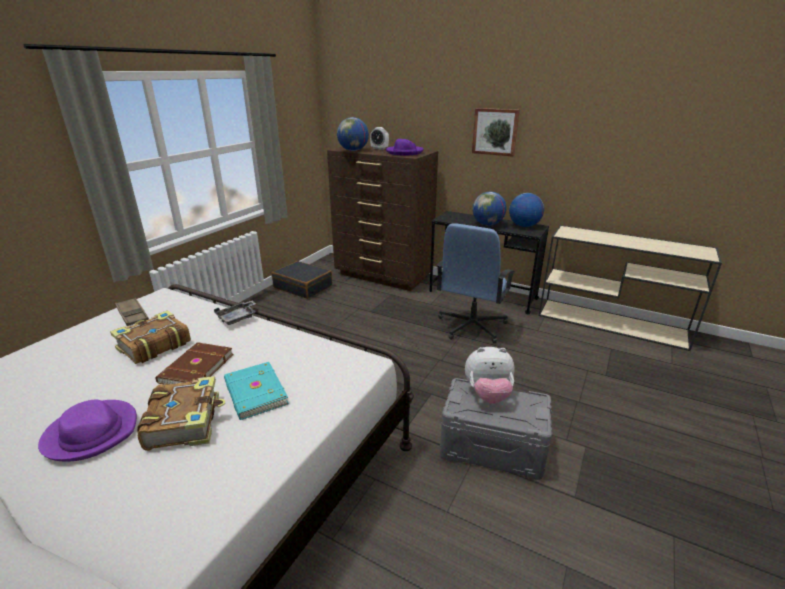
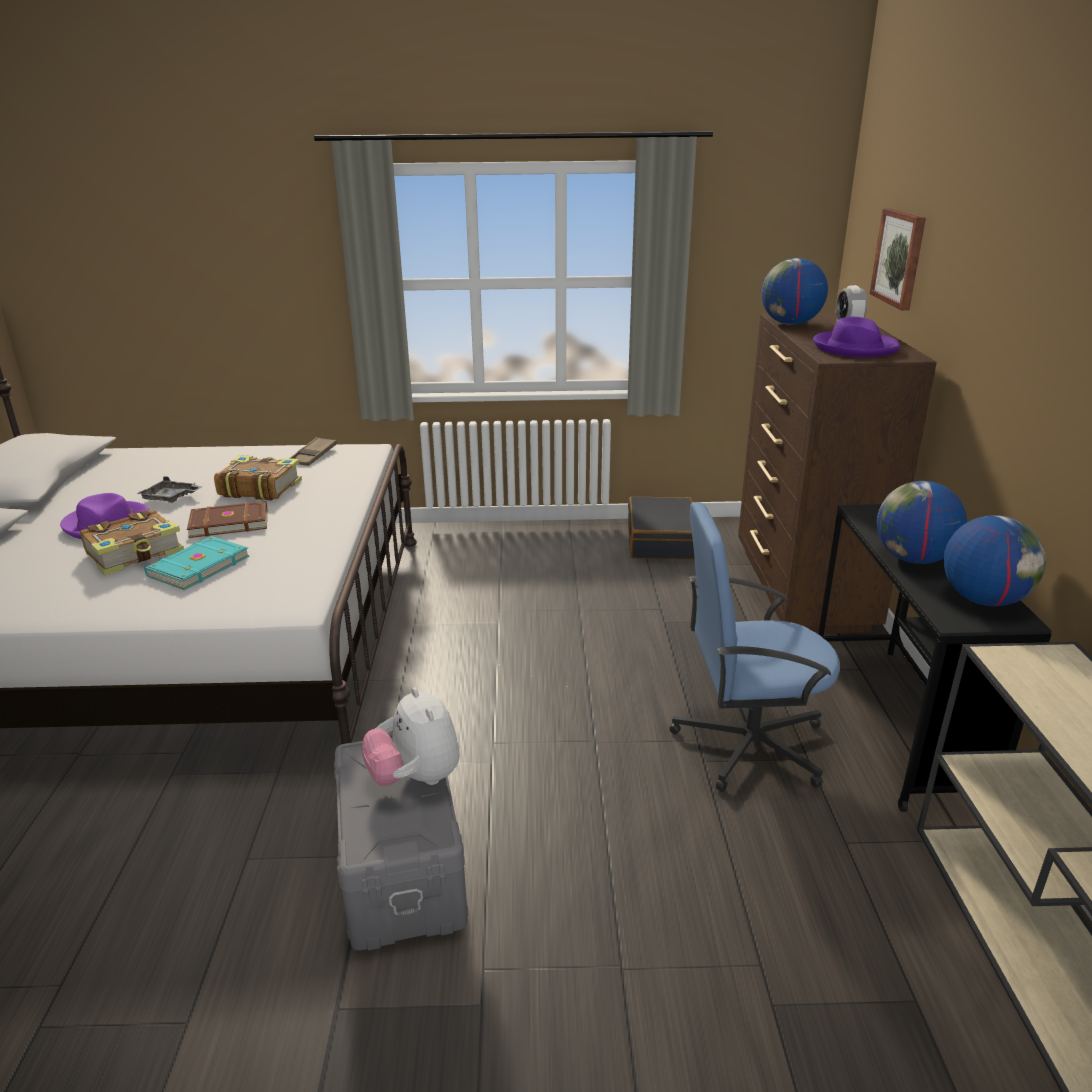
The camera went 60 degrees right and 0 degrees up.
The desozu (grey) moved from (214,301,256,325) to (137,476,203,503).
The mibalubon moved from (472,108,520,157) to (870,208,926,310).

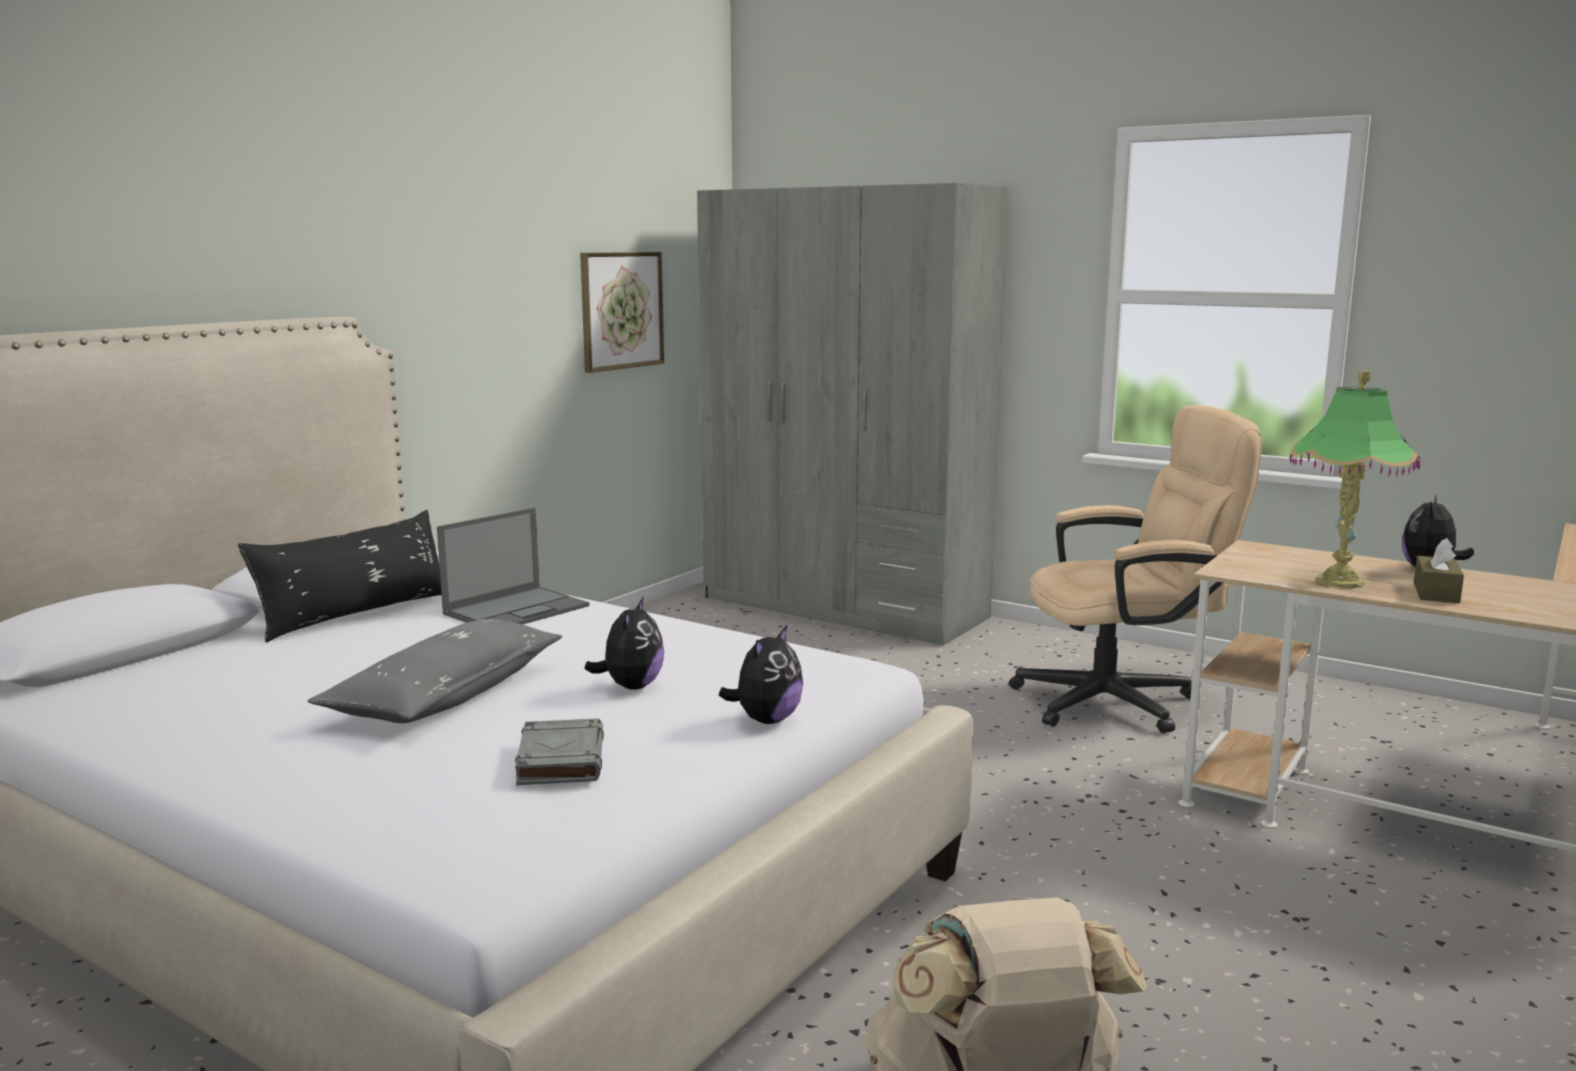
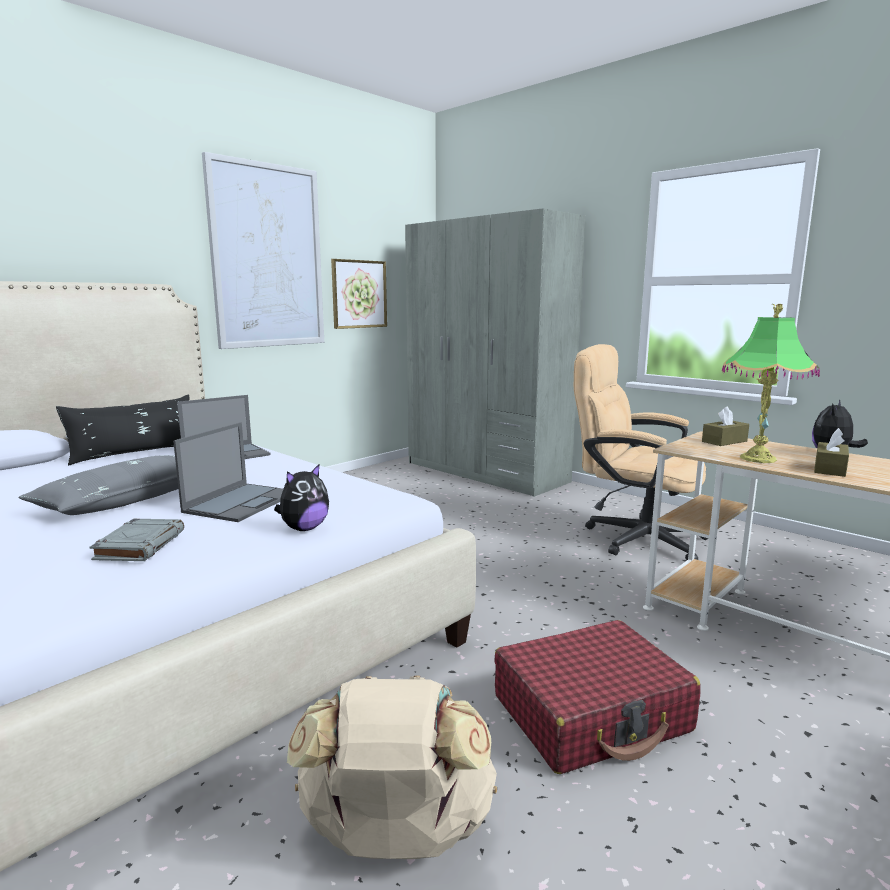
The camera went 10 degrees right and 0 degrees up.
The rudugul at (584,596,664,690) was replaced by the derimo at (173,422,283,522).
The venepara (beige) at (1009,405,1262,733) turned 150 degrees counterclockwise.
The mibalubon at (202,152,324,349) appeared.
The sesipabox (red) at (494,620,700,774) appeared.
The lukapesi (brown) at (702,406,749,446) appeared.

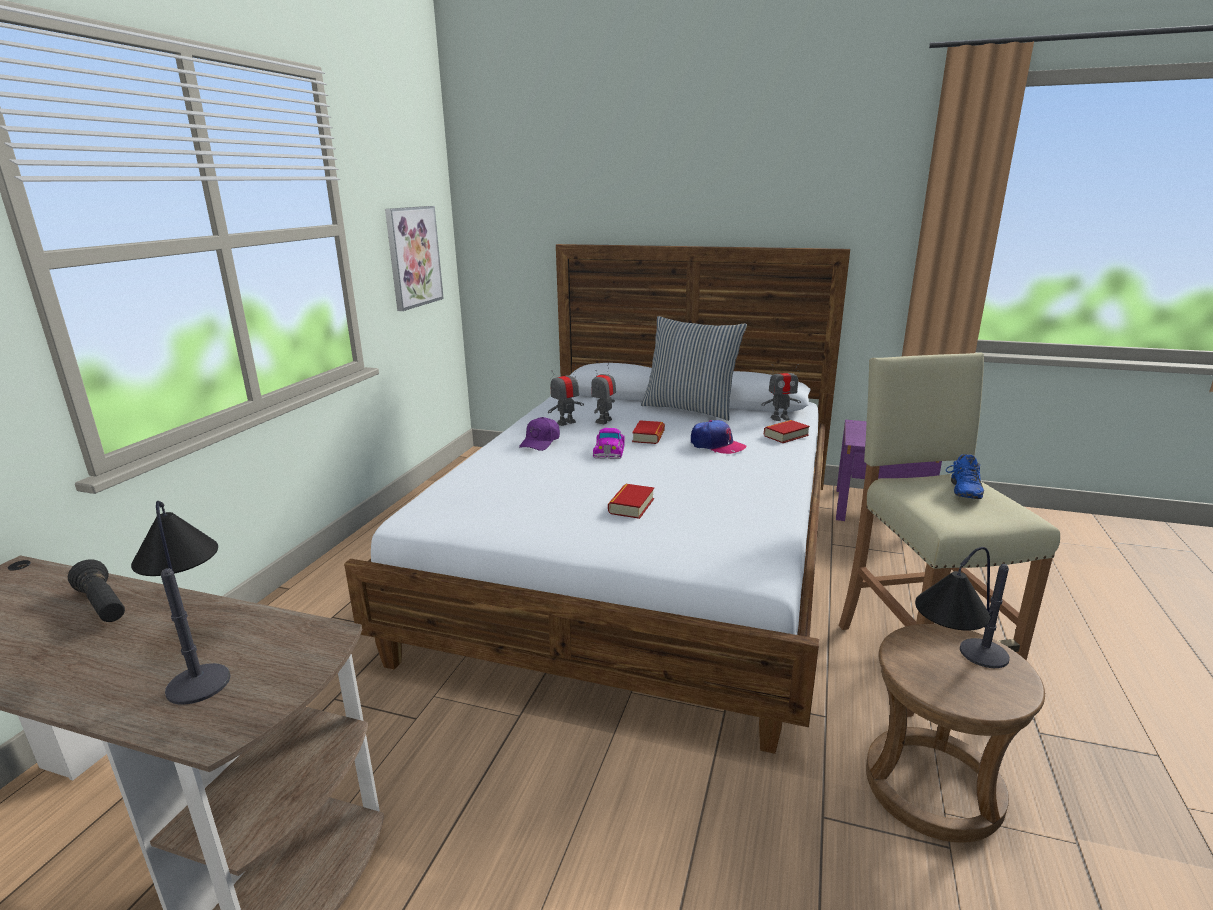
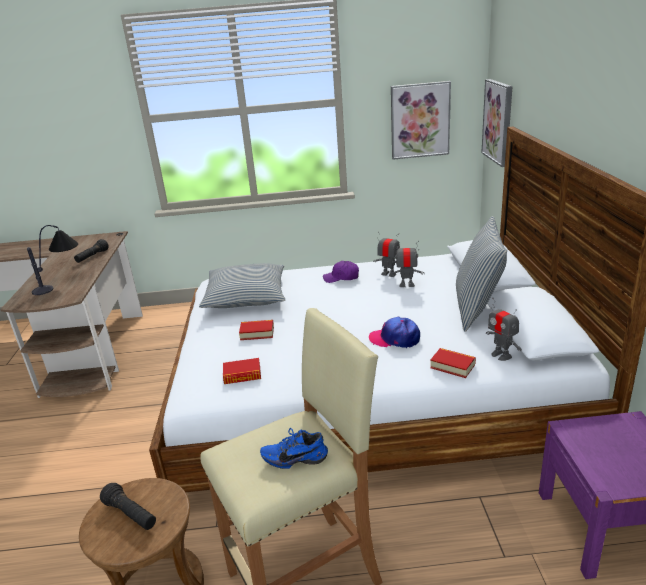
The camera went 70 degrees right and 5 degrees up.
The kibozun at (593,428,624,459) disappeared.
The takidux moved from (632,420,665,444) to (223,358,261,384).
The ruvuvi at (691,420,747,454) turned 90 degrees clockwise.
The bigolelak at (915,547,1010,668) was replaced by the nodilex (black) at (100,483,156,530).
The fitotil at (199,263,285,308) appeared.
The mibalubon at (481,79,513,167) appeared.

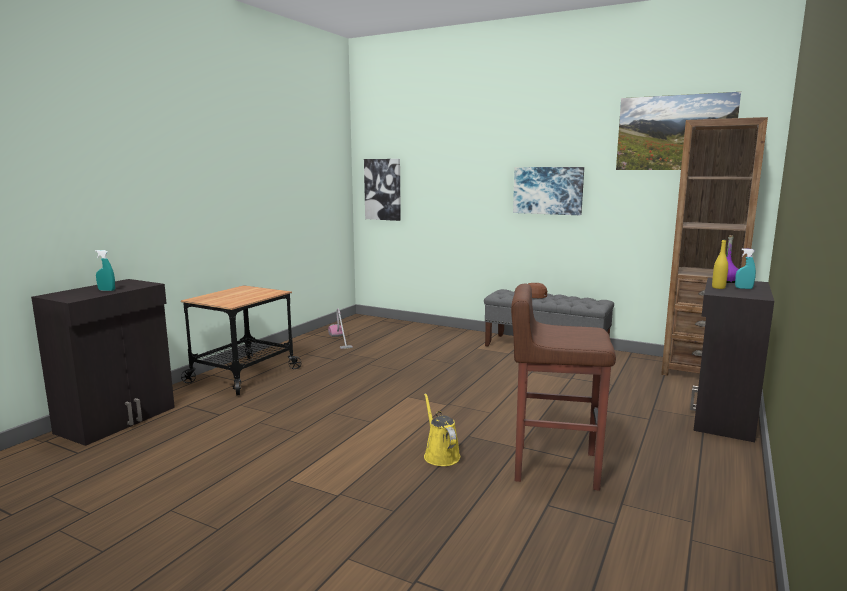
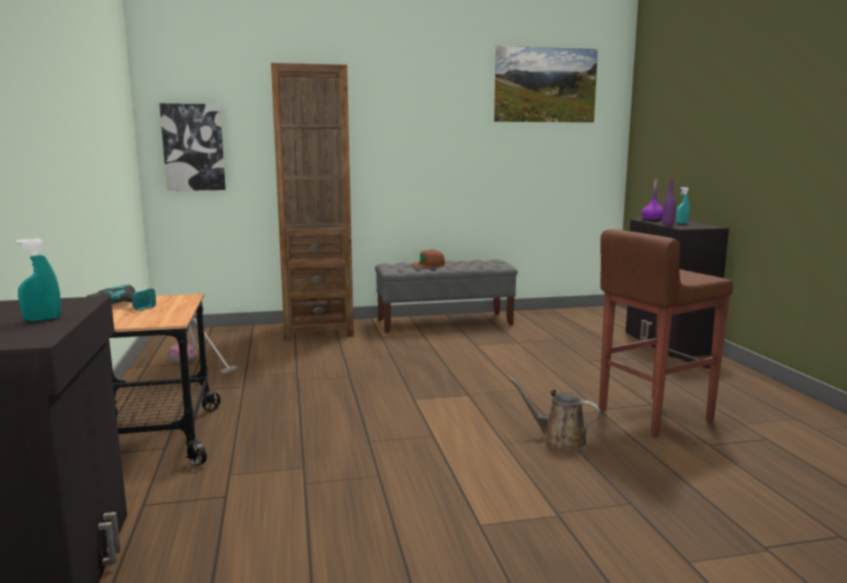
The camera went 40 degrees left and 0 degrees up.
The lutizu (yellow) at (424,393,461,466) became the lutizu (brown) at (509,377,601,451).
The mibalubon at (513,167,584,215) disappeared.
The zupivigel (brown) moved from (661,117,768,376) to (271,63,354,340).
The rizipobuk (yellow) at (712,239,728,289) became the rizipobuk (purple) at (662,179,676,225).
The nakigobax at (87,284,156,311) appeared.

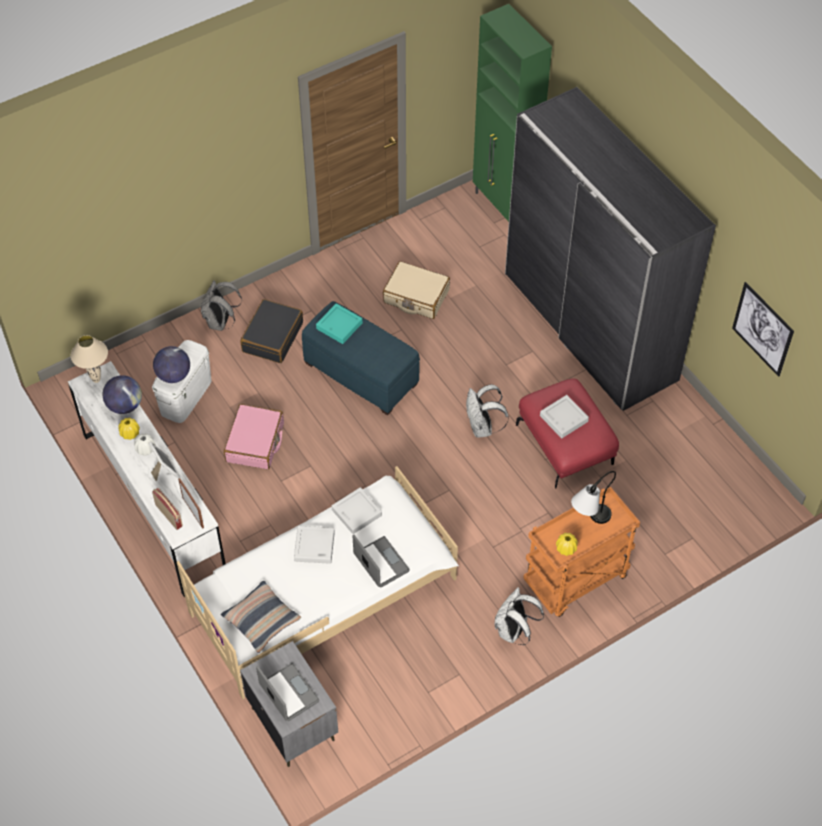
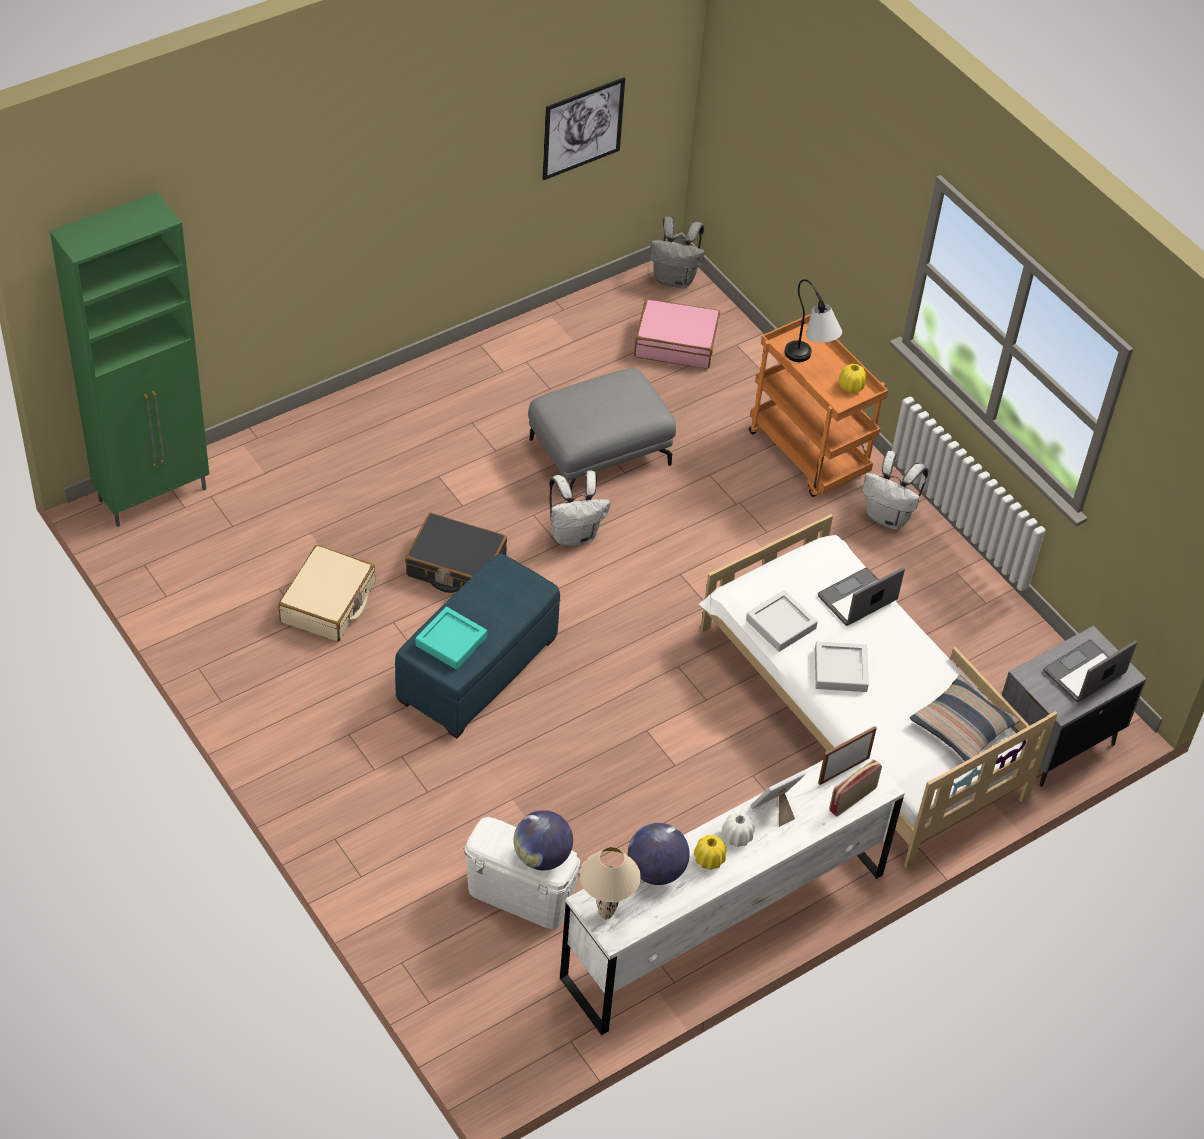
The camera went 95 degrees left and 5 degrees down.
The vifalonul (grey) moved from (201,280,242,331) to (649,217,704,288).
The sesipabox (pink) moved from (224,404,284,469) to (634,299,720,369).
The sesipabox (black) moved from (241,299,303,363) to (405,513,507,593).
The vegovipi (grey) at (505,87,716,411) disappeared.
The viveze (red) at (516,378,619,488) became the viveze (grey) at (528,368,676,490).
The desozu (grey) at (540,395,589,438) disappeared.

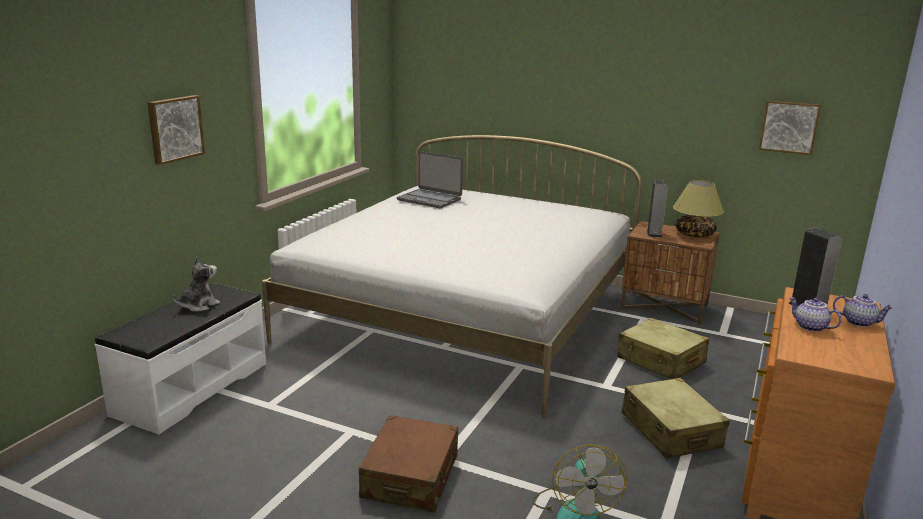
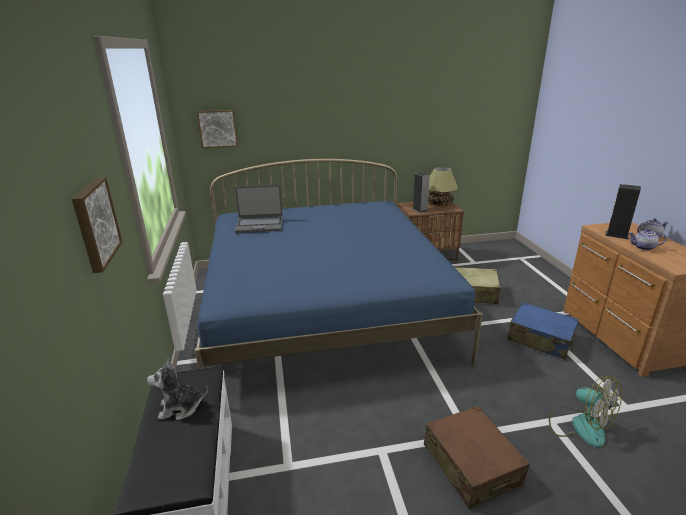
The camera went 35 degrees left and 5 degrees up.
The rudugul at (173,257,220,312) turned 105 degrees counterclockwise.
The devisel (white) at (262,135,642,418) became the devisel (blue) at (195,159,483,369).
The sesipabox (beige) at (622,378,730,459) became the sesipabox (blue) at (507,302,579,360).
The mibalubon moved from (759,100,821,155) to (197,110,238,148).

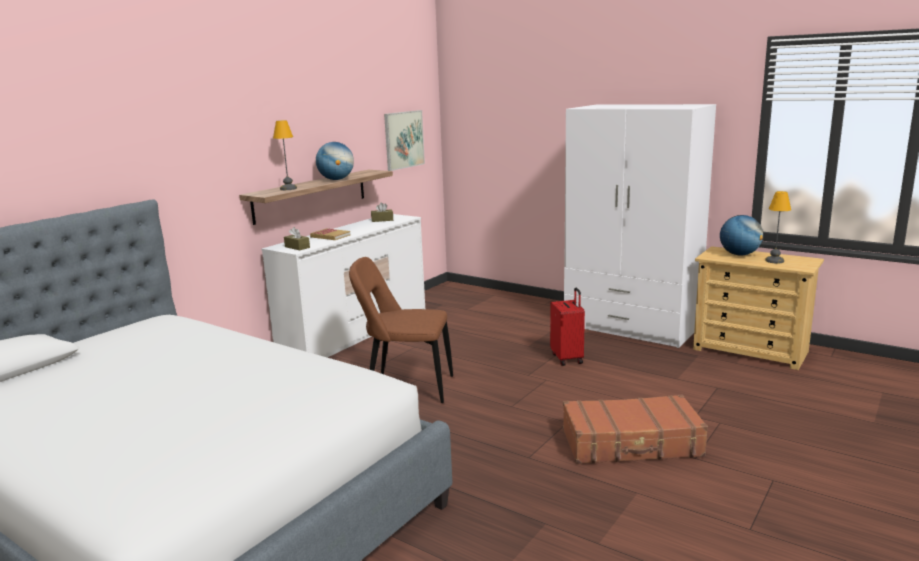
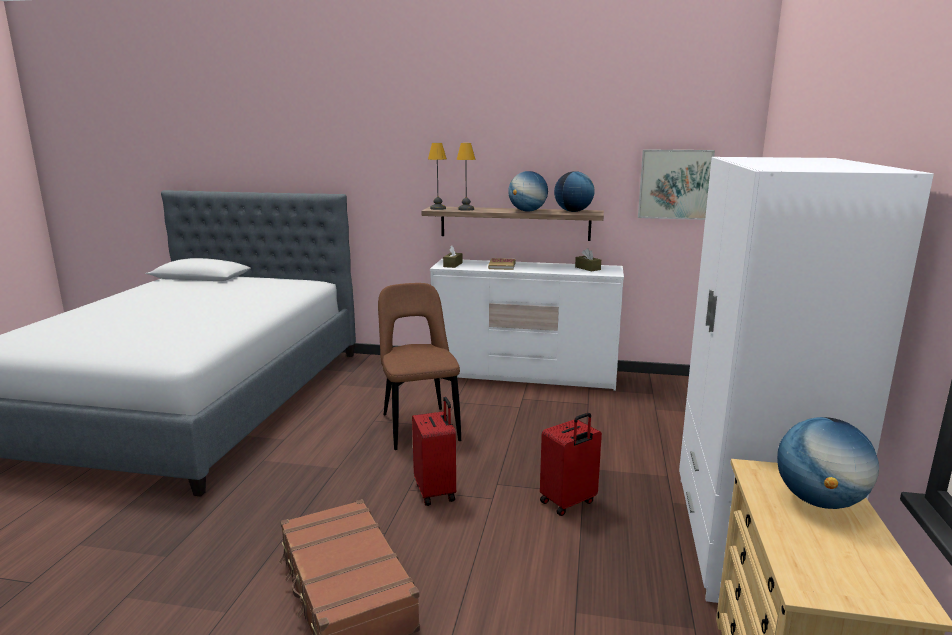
The camera went 65 degrees right and 0 degrees up.
The bigolelak moved from (765,191,791,264) to (428,143,447,210).
The sesipabox (red) at (412,397,456,506) appeared.
The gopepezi at (554,171,595,212) appeared.

